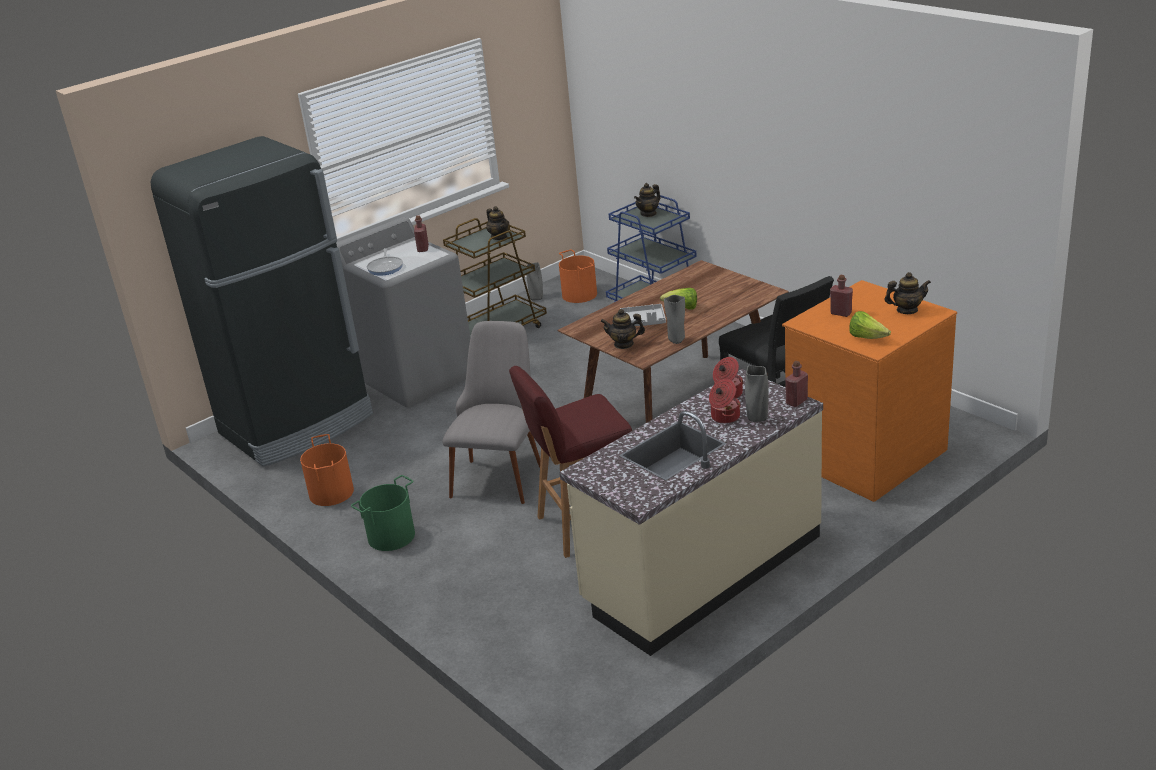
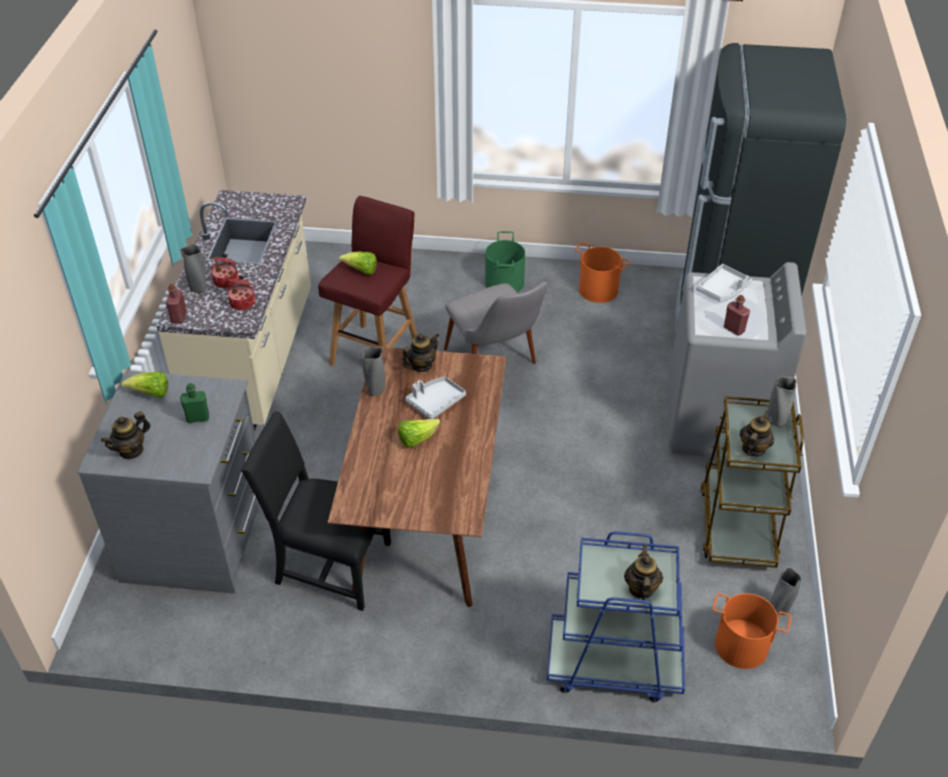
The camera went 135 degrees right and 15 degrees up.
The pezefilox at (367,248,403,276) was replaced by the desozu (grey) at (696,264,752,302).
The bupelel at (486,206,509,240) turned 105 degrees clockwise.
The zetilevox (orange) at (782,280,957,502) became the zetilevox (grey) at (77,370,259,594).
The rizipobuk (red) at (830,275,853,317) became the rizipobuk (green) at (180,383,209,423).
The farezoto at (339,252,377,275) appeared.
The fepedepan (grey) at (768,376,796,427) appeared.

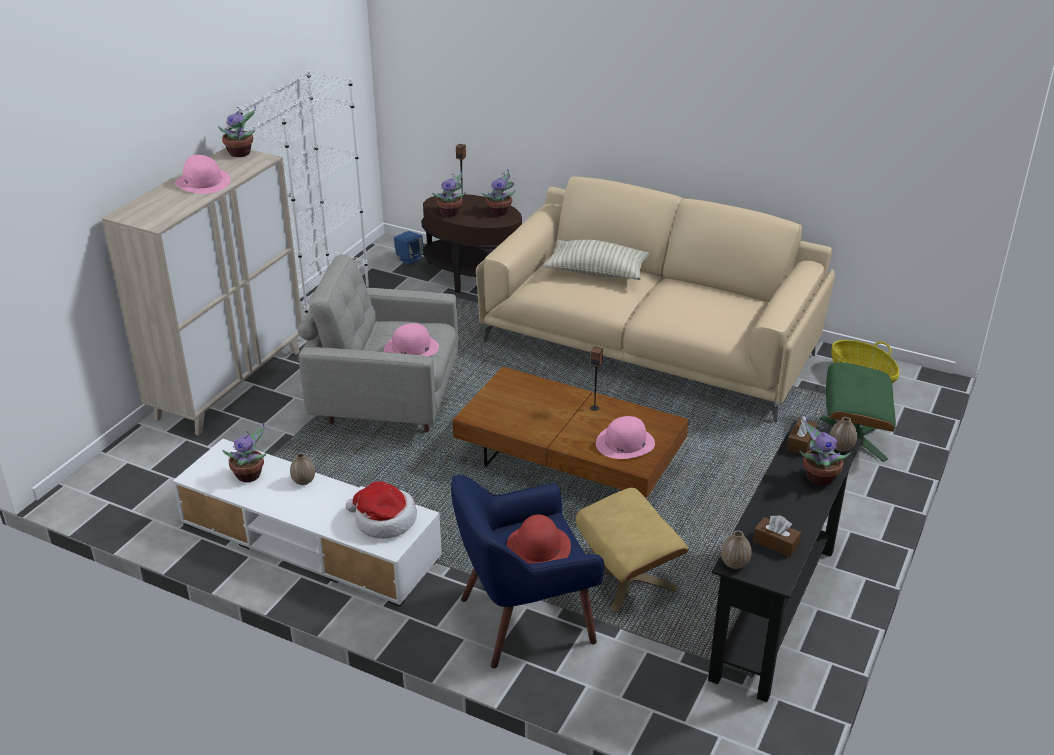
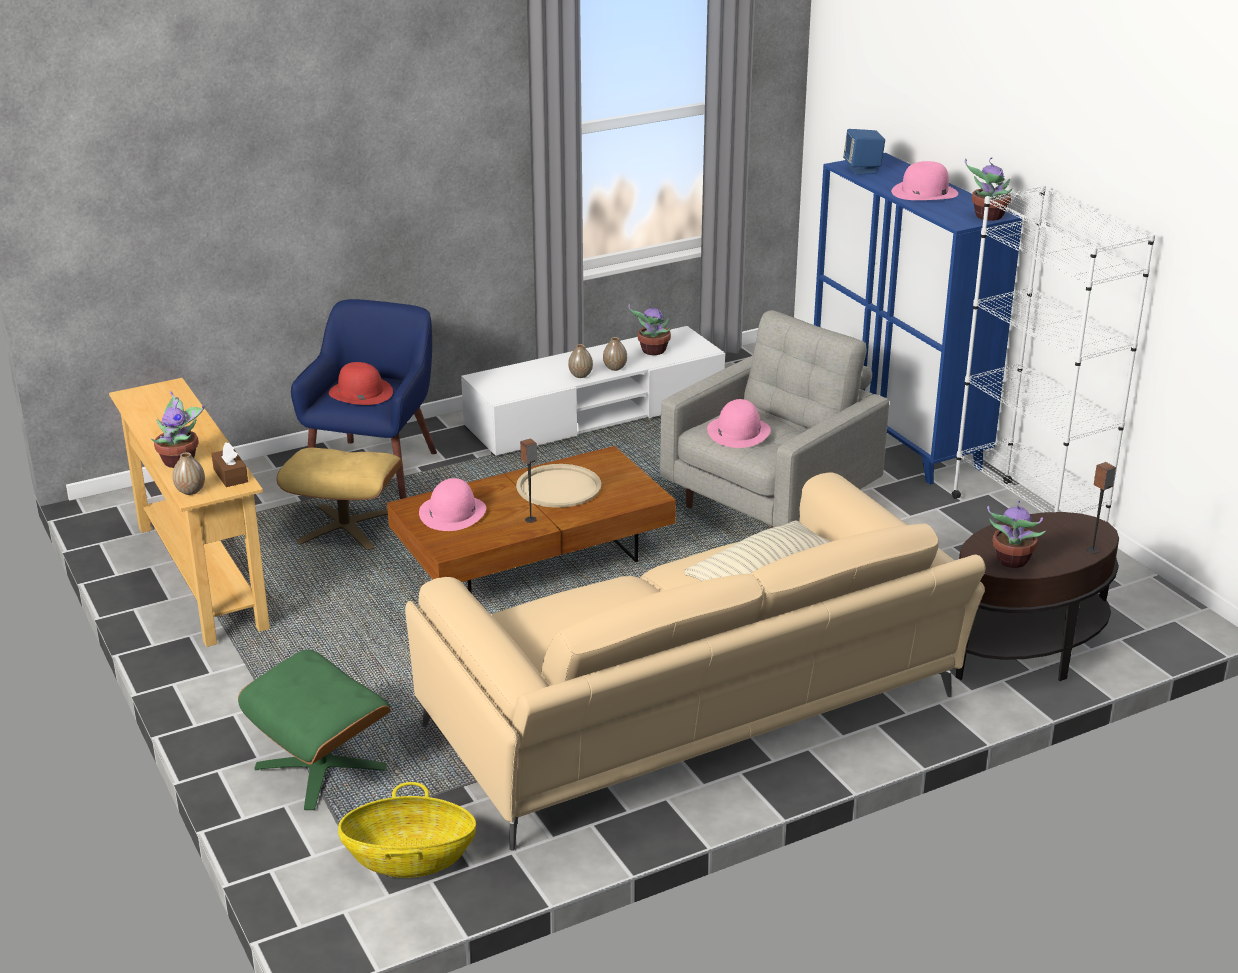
The camera went 125 degrees right and 5 degrees down.
The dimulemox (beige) at (102,148,302,436) became the dimulemox (blue) at (814,153,1022,484).
The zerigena at (346,481,417,539) disappeared.
The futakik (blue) moved from (394,231,424,265) to (843,129,885,175).
The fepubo at (432,170,466,217) disappeared.
The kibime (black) at (708,421,862,702) became the kibime (beige) at (109,378,270,647).
The fepedepan moved from (721,531,752,569) to (568,344,593,378).
The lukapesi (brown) at (753,515,801,557) disappeared.
The desozu (beige) at (516,464,601,508) appeared.

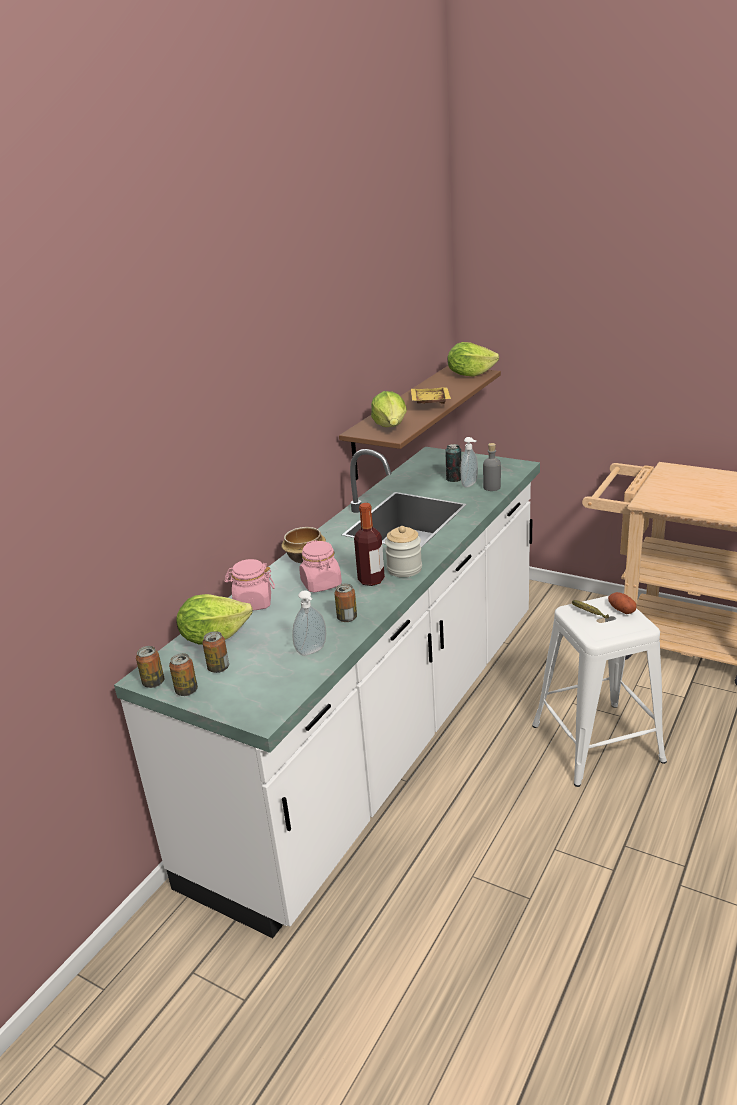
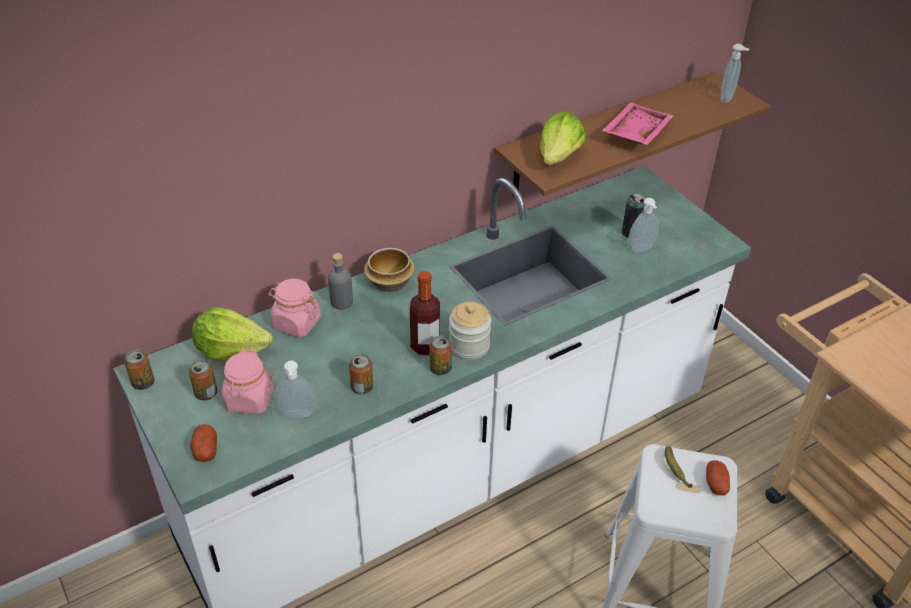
The camera went 25 degrees right and 15 degrees up.
The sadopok moved from (169,653,198,696) to (429,335,452,375).
The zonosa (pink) moved from (299,540,342,592) to (222,350,274,414).
The desozu (yellow) at (411,387,451,404) became the desozu (pink) at (602,102,673,145).
The farezoto at (447,342,499,377) was replaced by the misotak at (721,44,749,103).
The rizipobuk (grey) moved from (483,443,501,491) to (328,253,353,310).
The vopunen at (190,424,217,462) appeared.

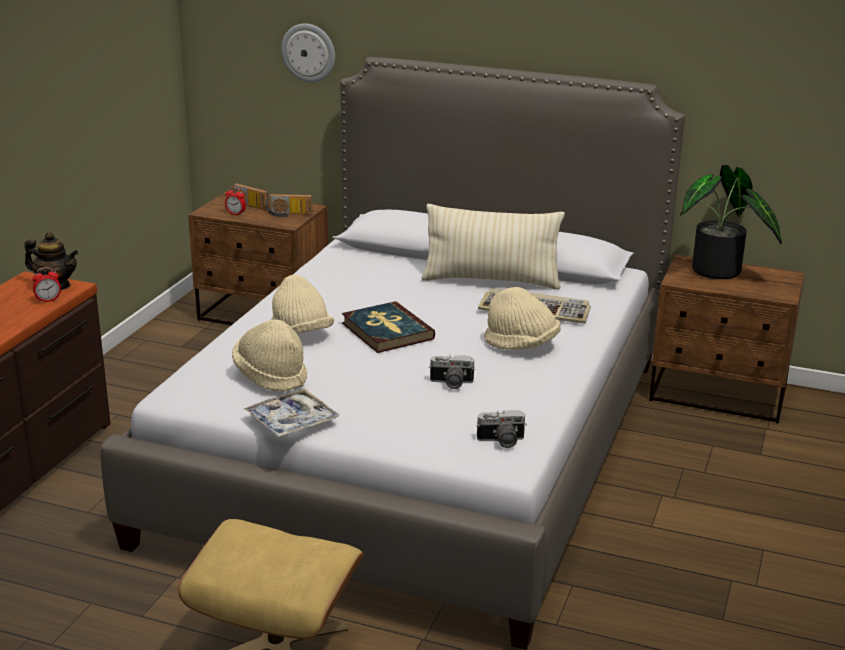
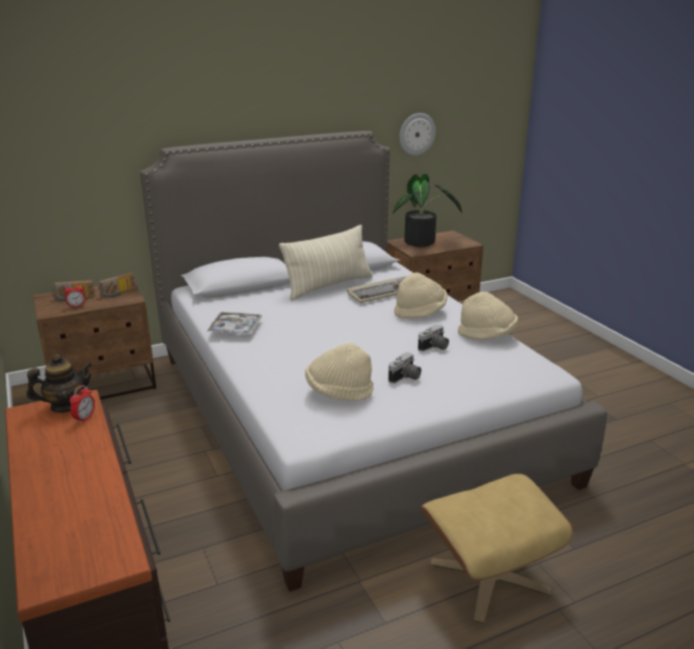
The camera went 45 degrees left and 0 degrees up.
The desozu moved from (244,389,339,437) to (207,312,262,334).
The zerigena (beige) moved from (272,275,334,334) to (458,292,518,340).
The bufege moved from (281,23,335,82) to (399,113,436,155).
The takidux at (342,301,435,353) disappeared.
The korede moved from (477,410,527,448) to (388,352,421,384).

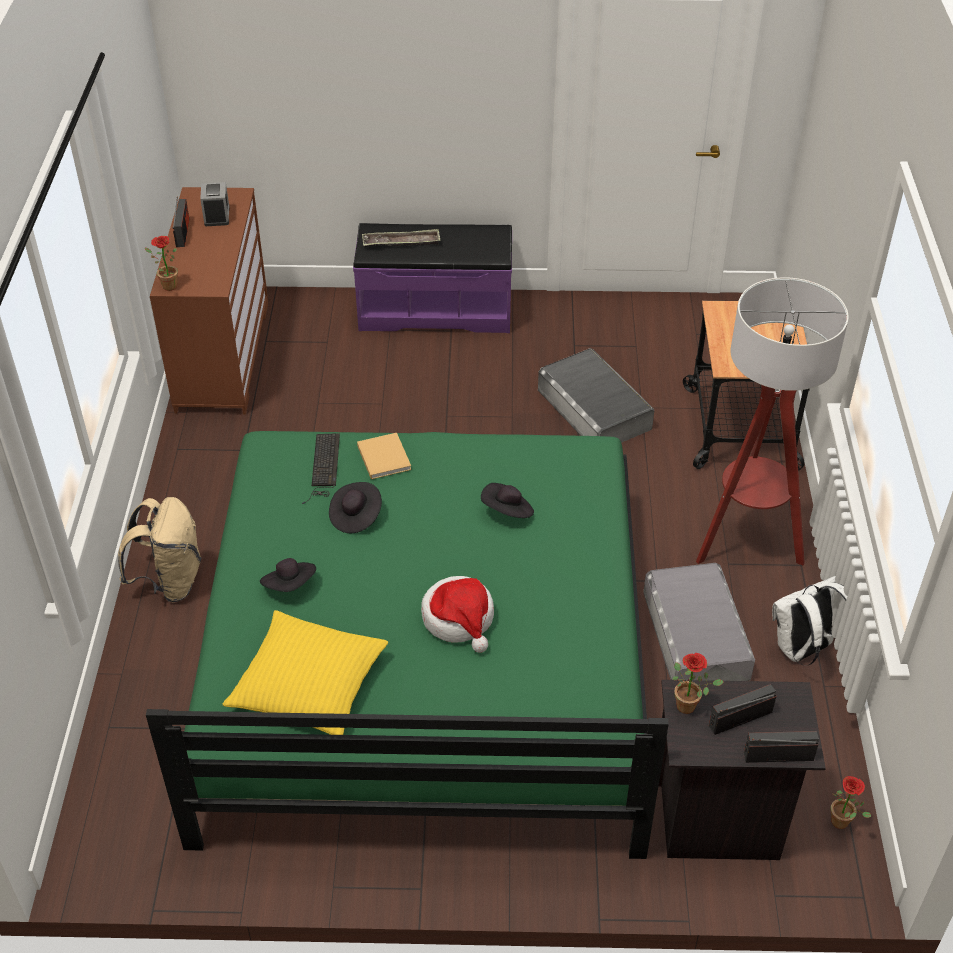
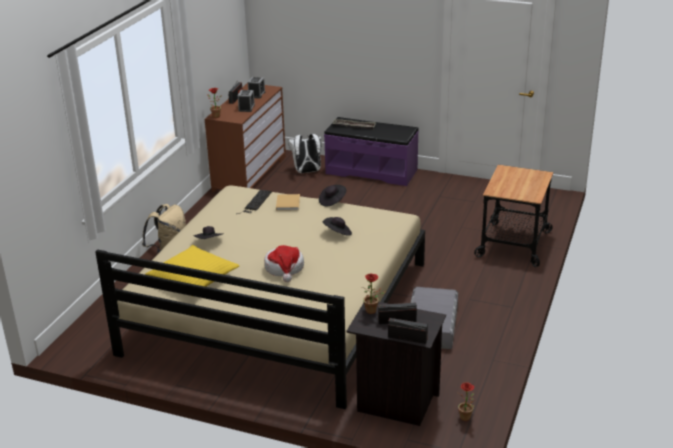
The camera went 20 degrees right and 15 degrees down.
The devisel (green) at (146,431,669,859) became the devisel (beige) at (95,185,425,409).
The zerigena (black) moved from (329,482,382,533) to (319,185,346,207).
The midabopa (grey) at (538,348,654,443) disappeared.
The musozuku at (696,277,849,566) disappeared.
The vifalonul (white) moved from (772,576,847,666) to (288,134,321,173).
The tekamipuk at (238,90,255,112) appeared.

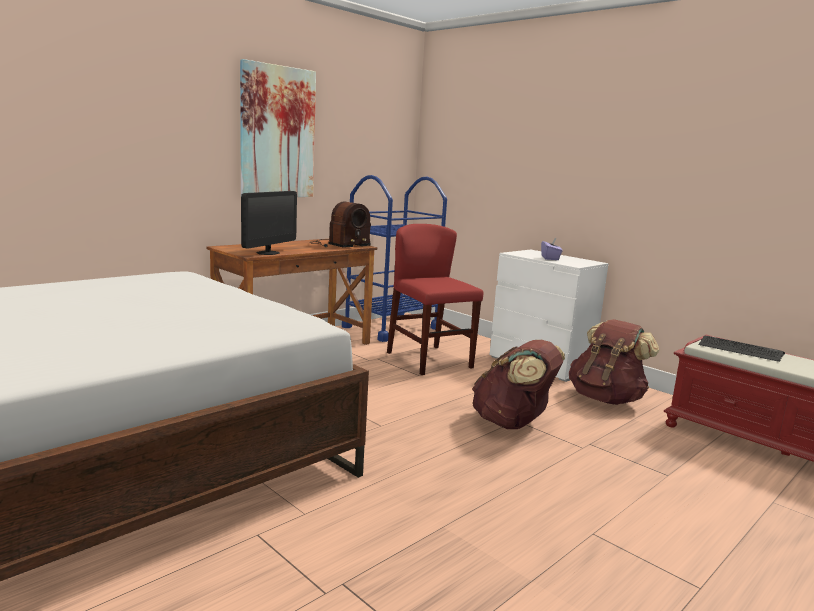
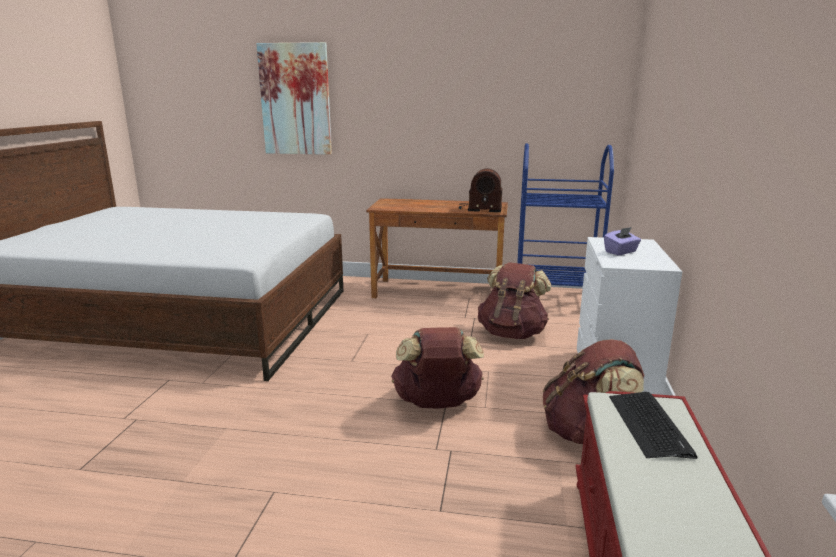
The camera went 55 degrees right and 5 degrees up.
The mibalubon moved from (240,59,316,197) to (256,42,332,155).
The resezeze at (241,191,297,255) disappeared.
The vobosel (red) at (387,224,483,375) was replaced by the vifalonul (brown) at (478,262,552,339).

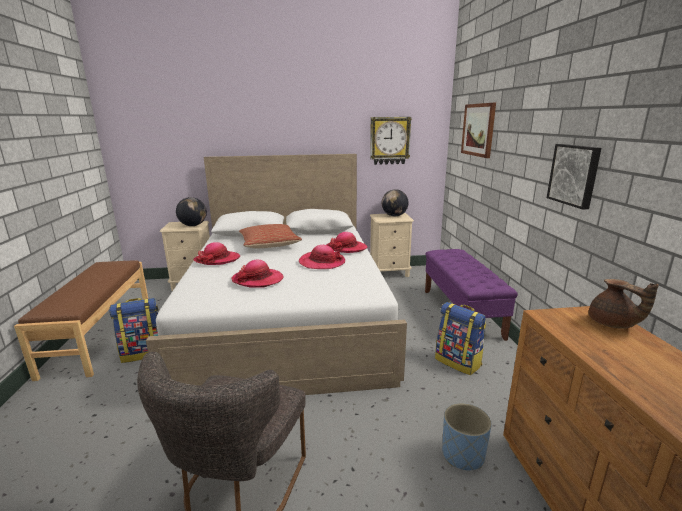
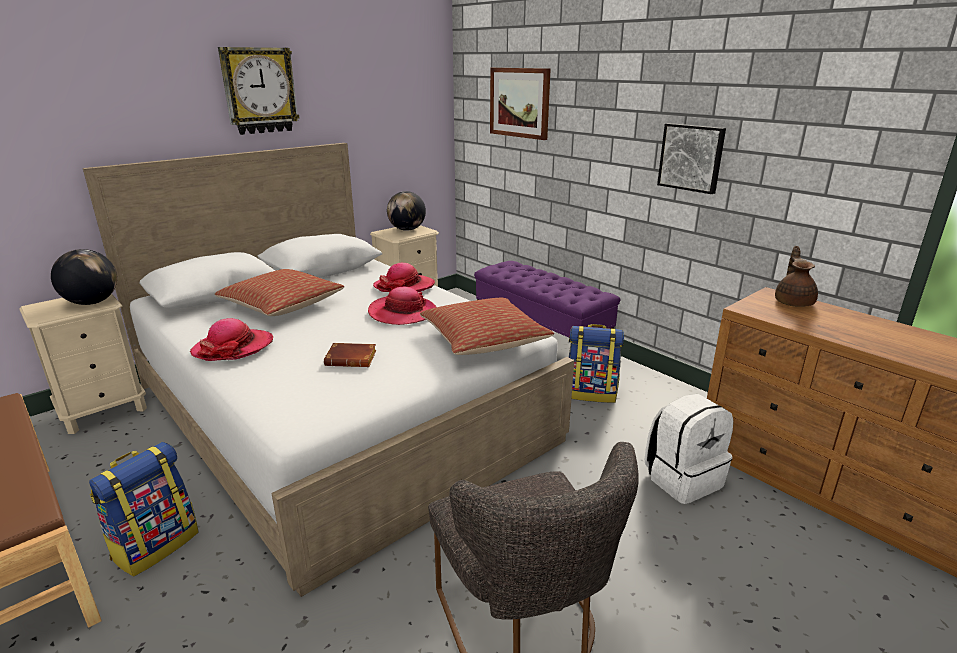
The camera went 35 degrees left and 5 degrees up.
The zerigena at (232,260,284,288) was replaced by the takidux (brown) at (324,343,376,367).
The bufege moved from (370,117,412,165) to (218,47,299,135).
The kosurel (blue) at (442,403,492,470) was replaced by the vifalonul (white) at (645,394,733,504).
The bupelel (brown) at (589,279,659,329) turned 105 degrees counterclockwise.
The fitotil at (420,298,554,355) appeared.

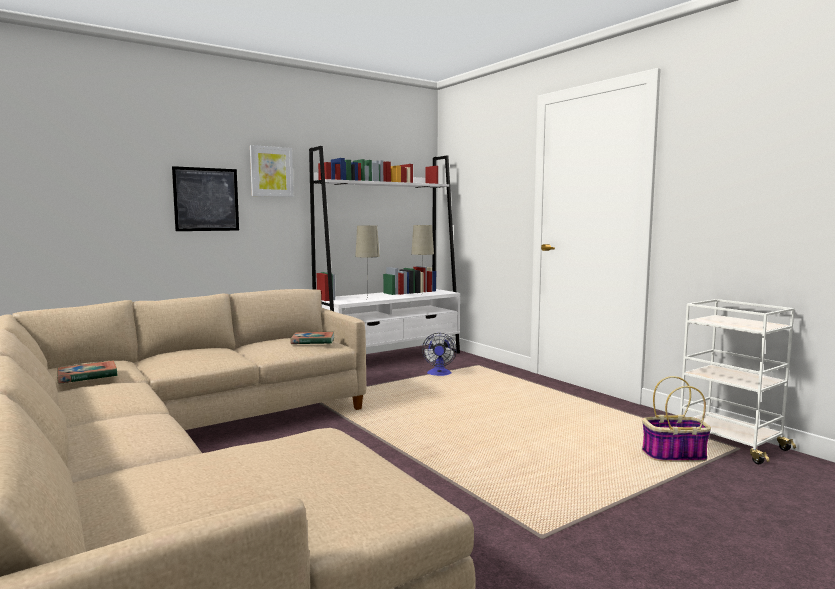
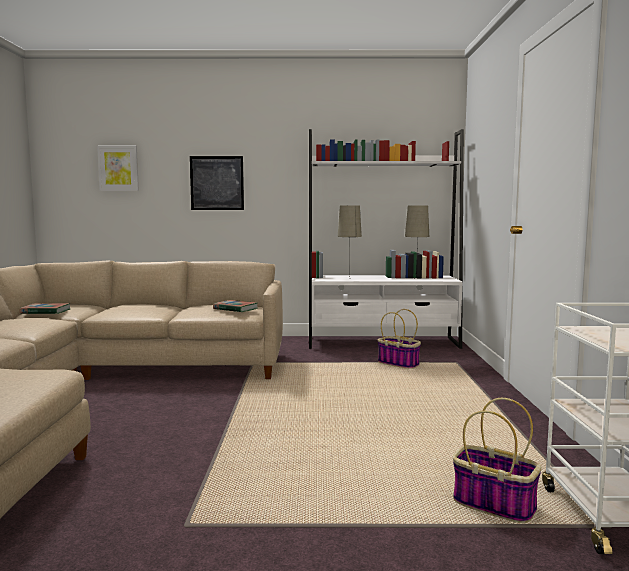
The camera went 35 degrees right and 0 degrees up.
The mibalubon moved from (250,145,293,197) to (97,146,139,191).
The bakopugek at (422,333,457,376) was replaced by the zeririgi at (378,309,421,369).

